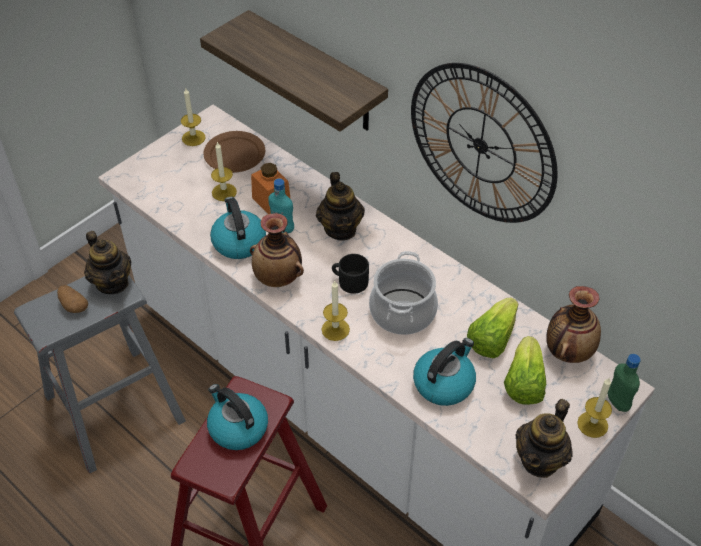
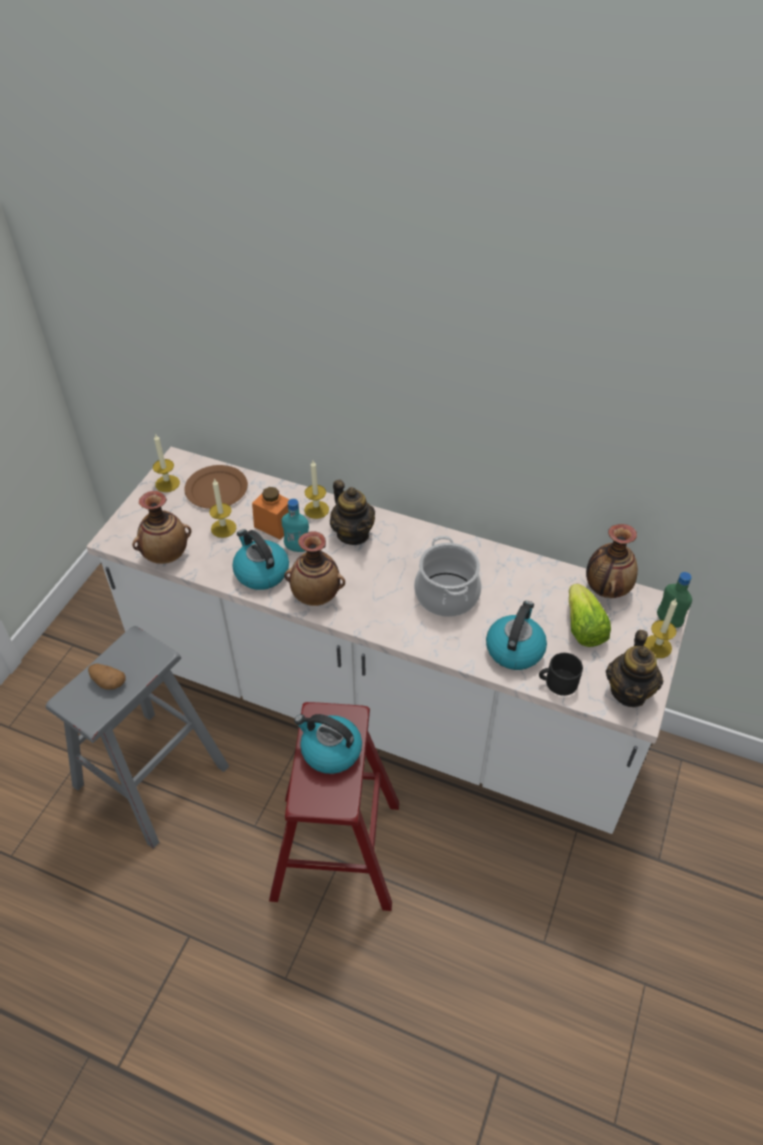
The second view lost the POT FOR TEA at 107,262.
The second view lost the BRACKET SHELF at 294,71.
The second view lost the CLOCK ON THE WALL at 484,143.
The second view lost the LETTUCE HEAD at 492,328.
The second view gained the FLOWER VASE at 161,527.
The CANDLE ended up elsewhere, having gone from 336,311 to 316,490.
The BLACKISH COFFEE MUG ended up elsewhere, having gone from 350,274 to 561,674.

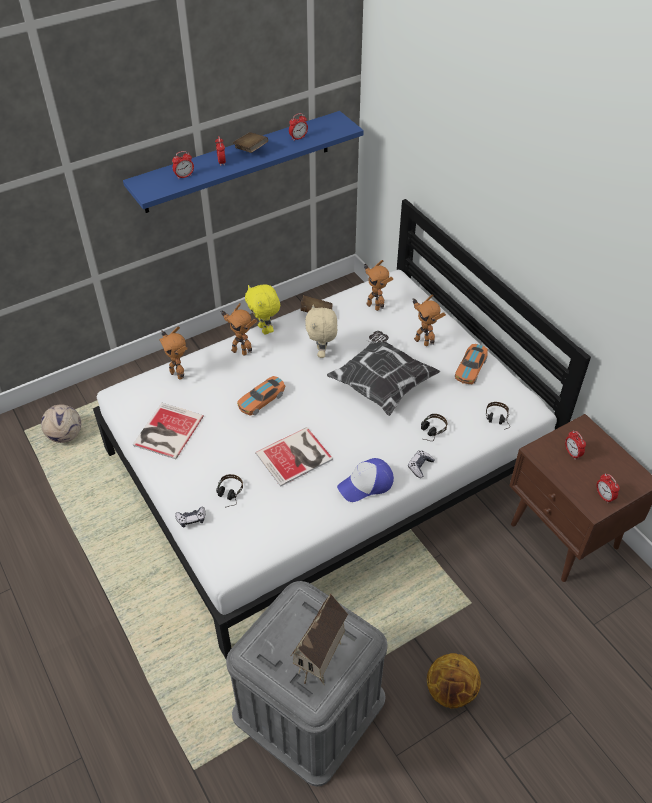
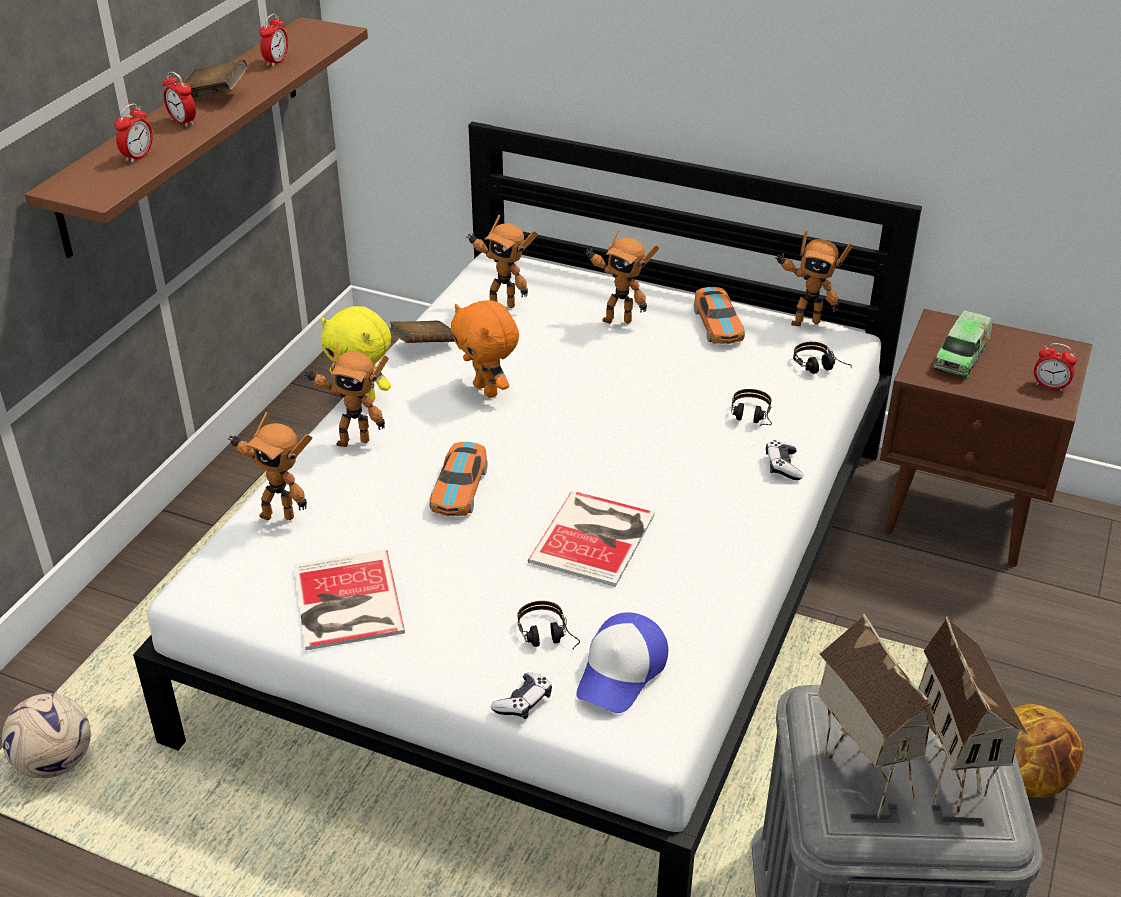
The second view lost the CUSHION at 384,373.
The second view gained the TOY ROBOT at 813,278.
The second view gained the TOY HOUSE at 877,716.
The CAP ended up elsewhere, having gone from 365,480 to 622,662.
Where the BEDSIDE CLOCK stood at 575,444, the TOY TRUCK came to stand at 962,345.
What was the BLUE-COLOURED BRACKET SHELF at 243,162 turned into the BROWN BRACKET SHELF at 196,137.
What was the BEIGE CUDDLY TOY at 321,331 turned into the ORANGEY CUDDLY TOY at 485,349.

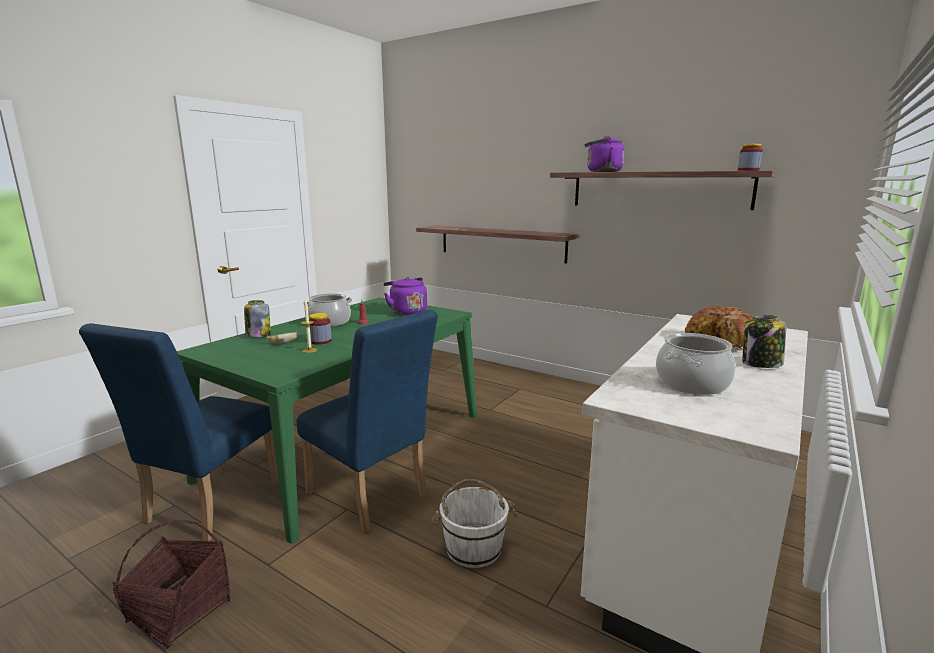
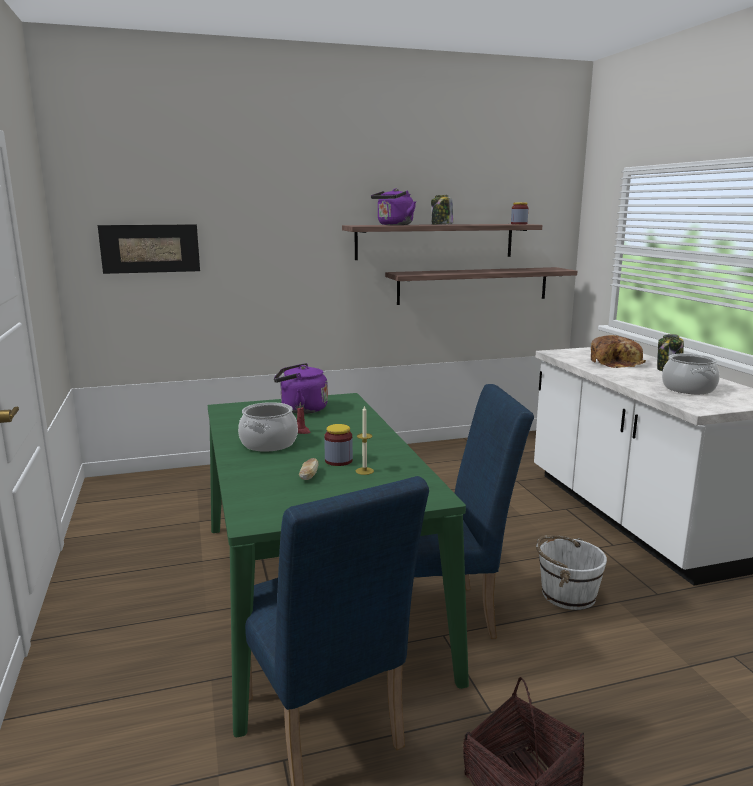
The second view gained the WALL ART at 149,249.
The STORAGE JAR ended up elsewhere, having gone from 257,318 to 442,210.
The BRACKET SHELF ended up elsewhere, having gone from 498,244 to 481,286.

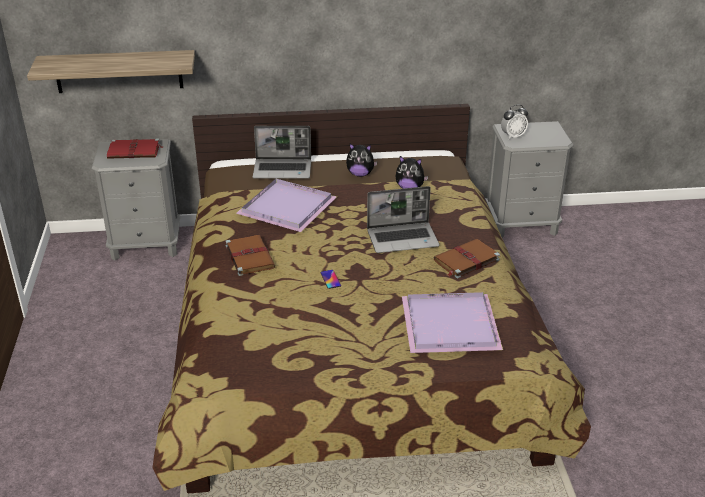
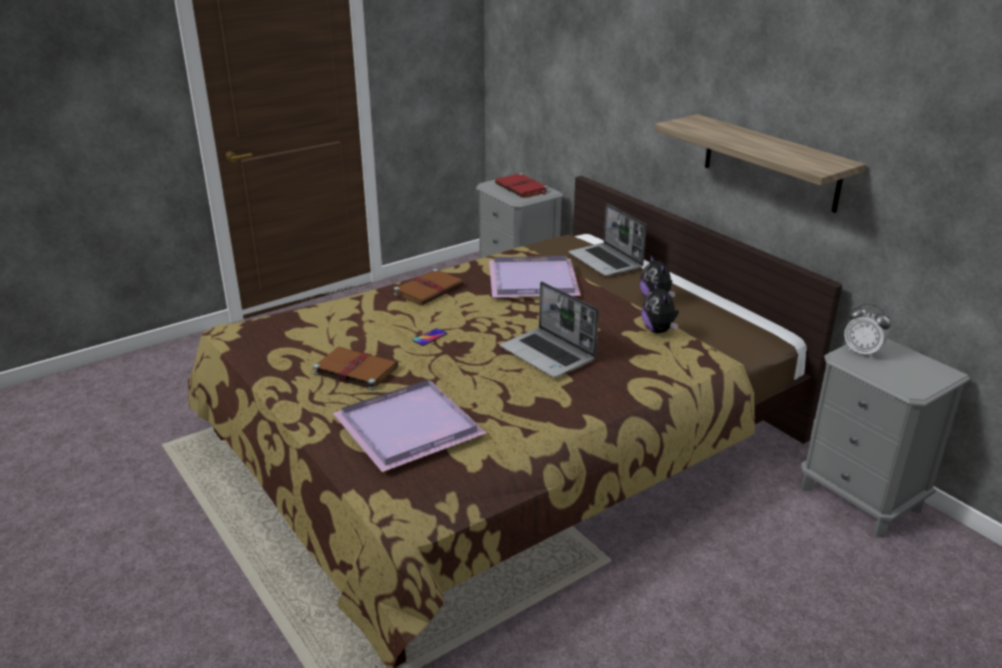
The BRACKET SHELF ended up elsewhere, having gone from 111,71 to 760,163.
The BROWN BOUND BOOK ended up elsewhere, having gone from 466,258 to 355,368.

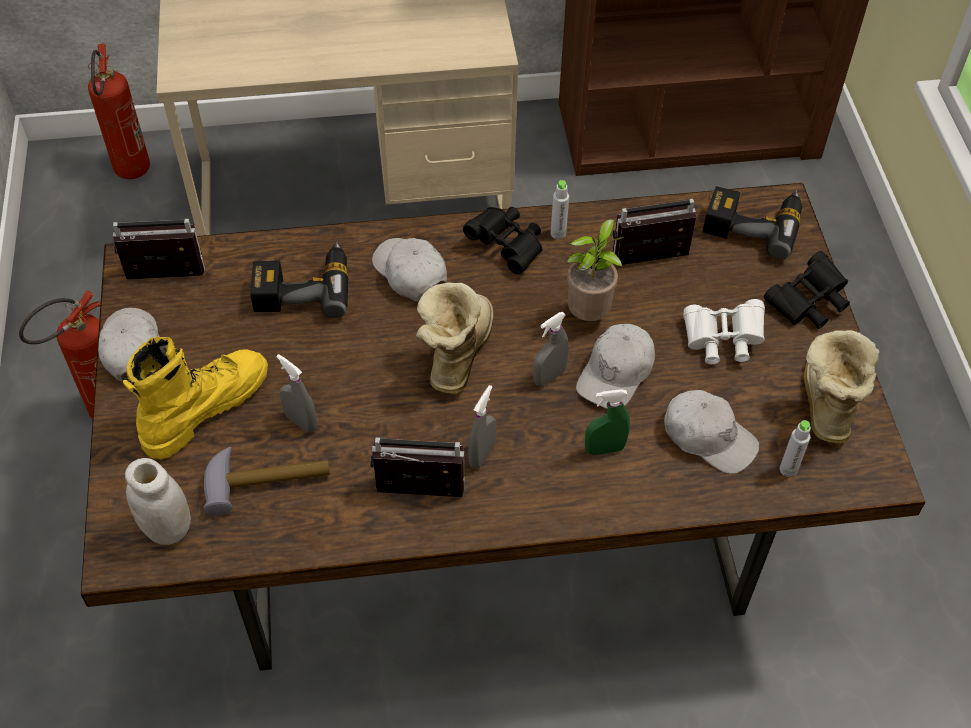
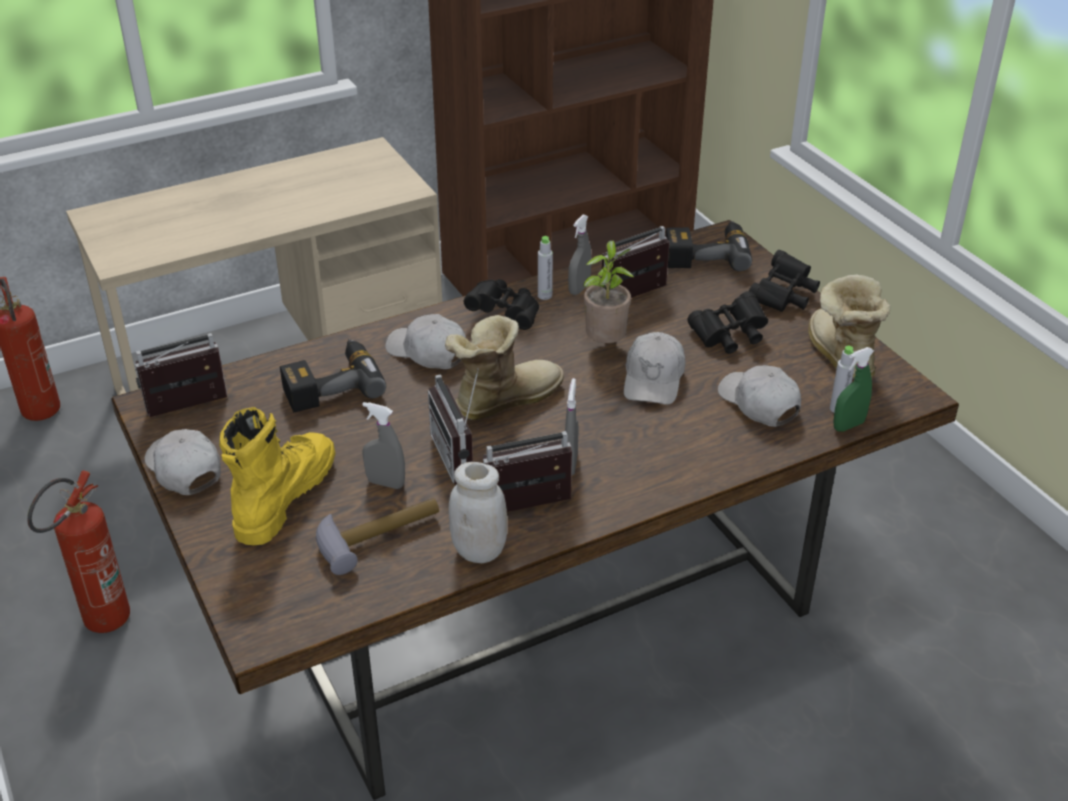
The second view gained the RADIO SET at 453,426.
The WHITE STORAGE JAR ended up elsewhere, having gone from 158,501 to 478,512.
The GRAY SPRAY BOTTLE ended up elsewhere, having gone from 551,349 to 580,255.
The GREEN-COLOURED SPRAY BOTTLE ended up elsewhere, having gone from 607,422 to 853,389.
What was the WHITE PAIR OF BINOCULARS at 724,331 turned into the BLACKISH PAIR OF BINOCULARS at 727,322.
The TALL BOOT at 454,338 ended up facing another way, 60 degrees clockwise from before.
The WHITE CAP at 711,432 ended up facing another way, 135 degrees counterclockwise from before.

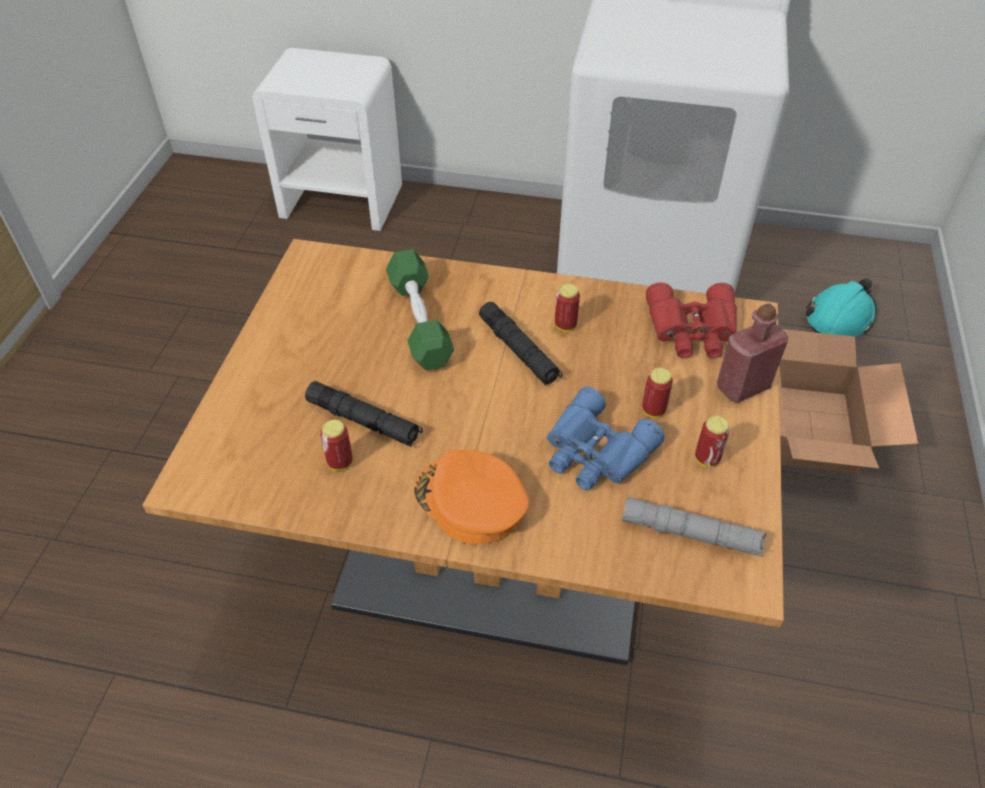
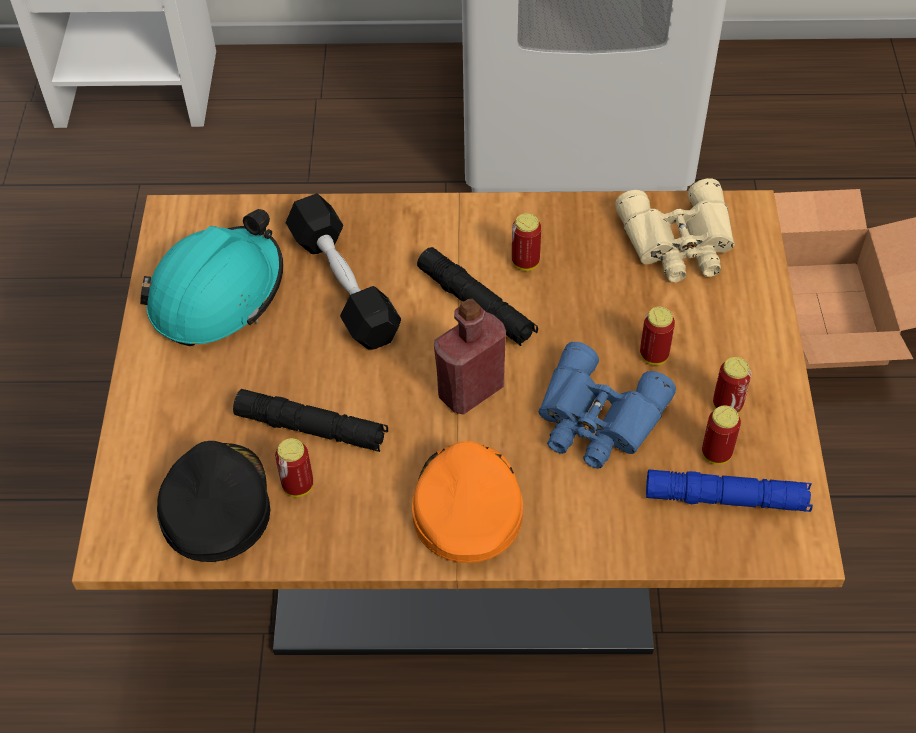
The second view gained the BLACKISH CAP at 213,501.
The second view gained the METAL CAN at 721,435.
The REDDISH BOTTLE ended up elsewhere, having gone from 752,353 to 470,357.
The TURQUOISE-COLOURED SAFETY HELMET ended up elsewhere, having gone from 841,307 to 211,277.
What was the GREEN-COLOURED HAND WEIGHT at 420,309 turned into the BLACKISH HAND WEIGHT at 343,271.
What was the GRAY HAND TORCH at 694,527 turned into the BLUE-COLOURED HAND TORCH at 729,491.
What was the REDDISH PAIR OF BINOCULARS at 691,320 turned into the BEIGE PAIR OF BINOCULARS at 675,230.
The ORANGEY CAP at 471,497 ended up facing another way, 60 degrees clockwise from before.

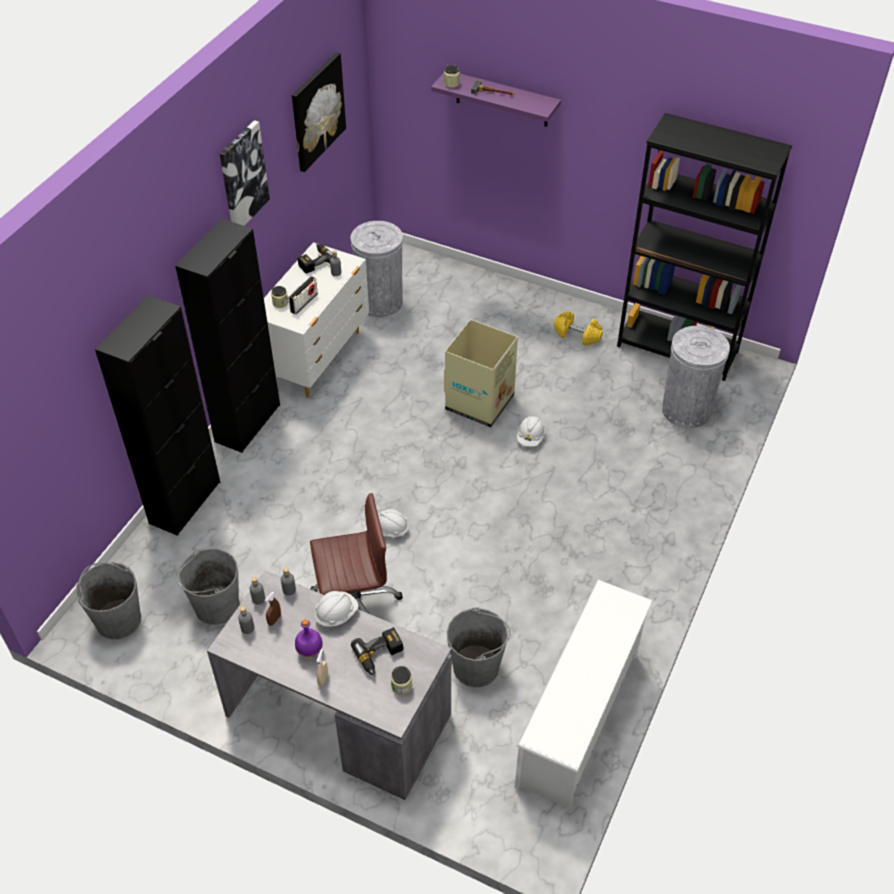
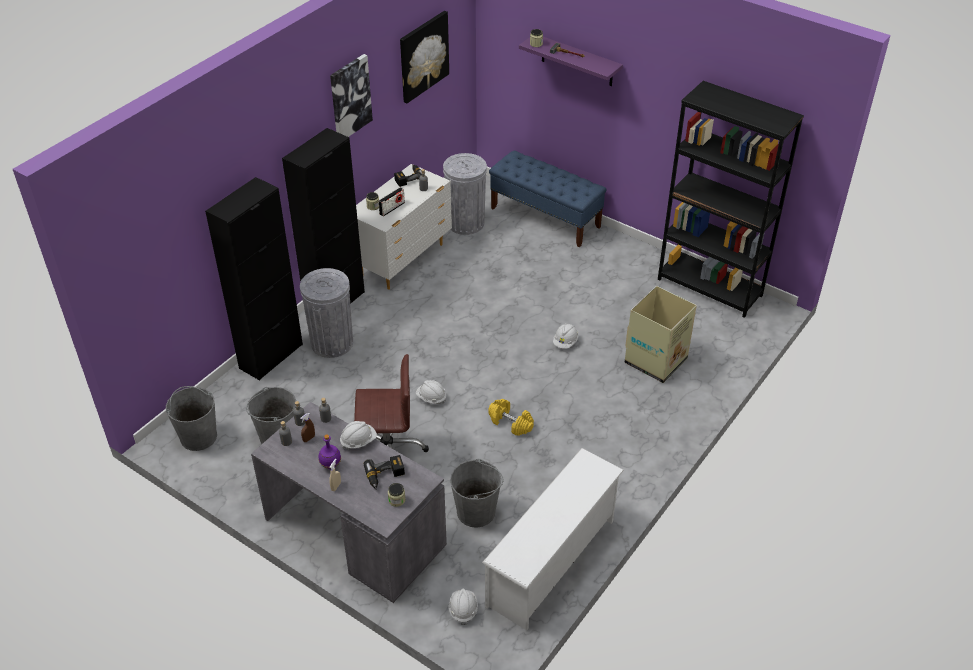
The second view gained the WHITE SAFETY HELMET at 463,607.
The second view gained the BLUE-COLOURED INDOOR BENCH at 548,198.
The CARDBOARD BOX ended up elsewhere, having gone from 481,373 to 661,334.
The YELLOW HAND WEIGHT ended up elsewhere, having gone from 578,328 to 511,417.
The GRAY RUBBISH BIN ended up elsewhere, having gone from 696,377 to 326,313.

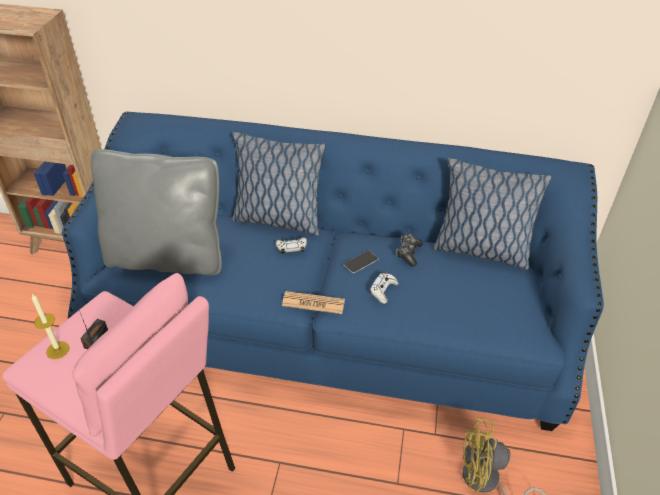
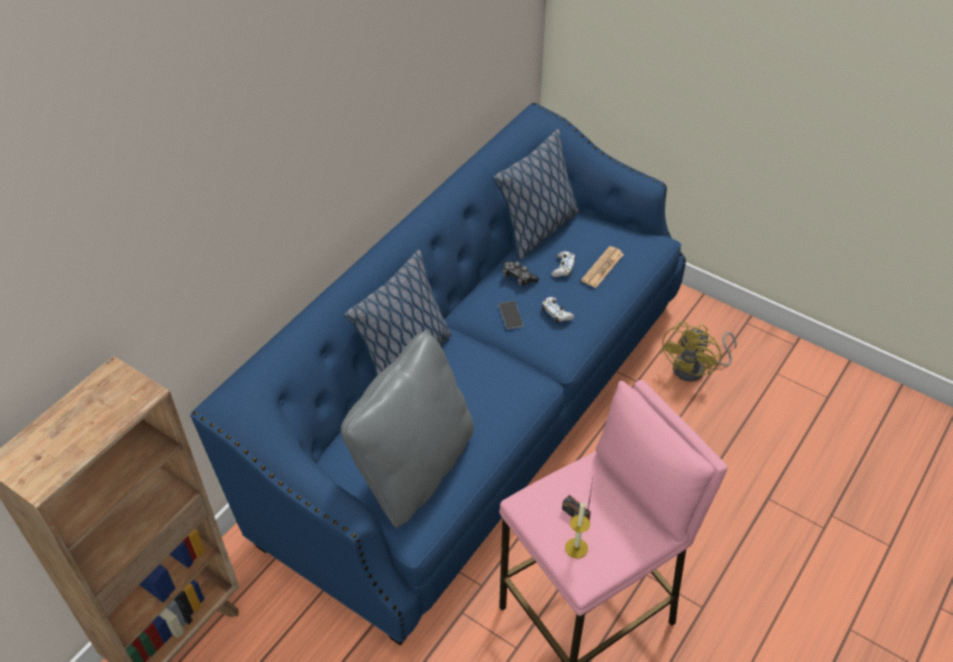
The WHITE JOYPAD ended up elsewhere, having gone from 291,245 to 563,264.
The PRINTED PAPER ended up elsewhere, having gone from 313,302 to 602,267.

